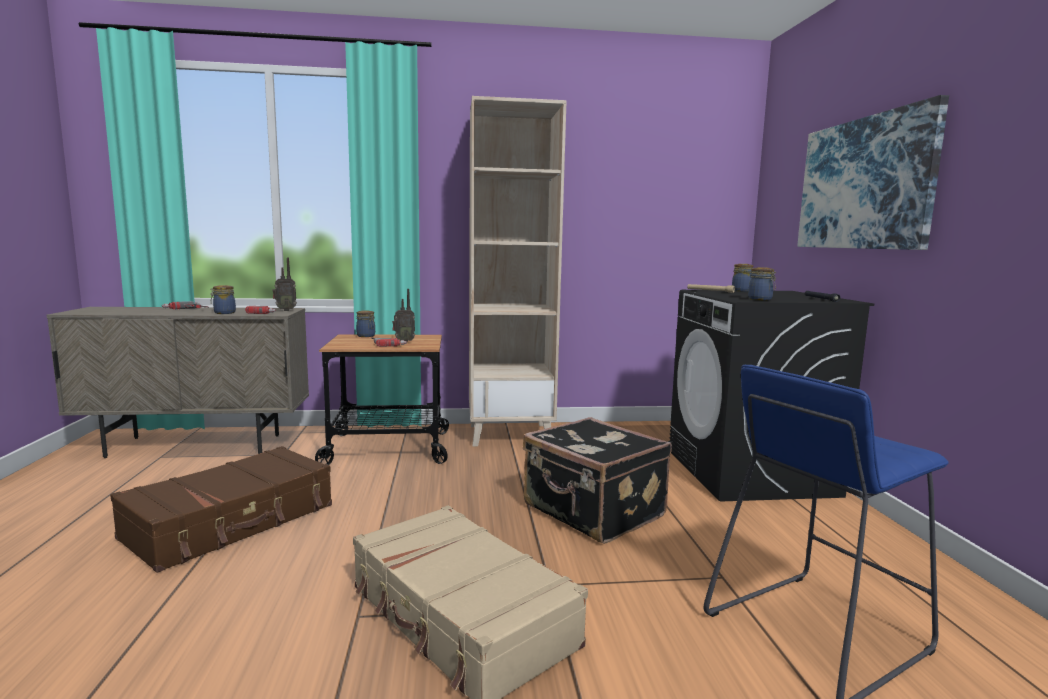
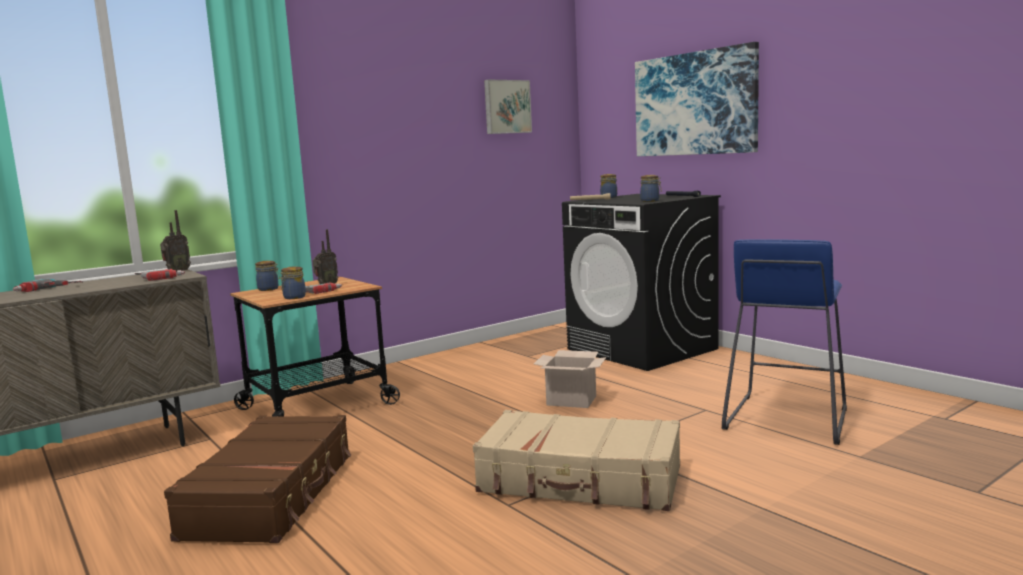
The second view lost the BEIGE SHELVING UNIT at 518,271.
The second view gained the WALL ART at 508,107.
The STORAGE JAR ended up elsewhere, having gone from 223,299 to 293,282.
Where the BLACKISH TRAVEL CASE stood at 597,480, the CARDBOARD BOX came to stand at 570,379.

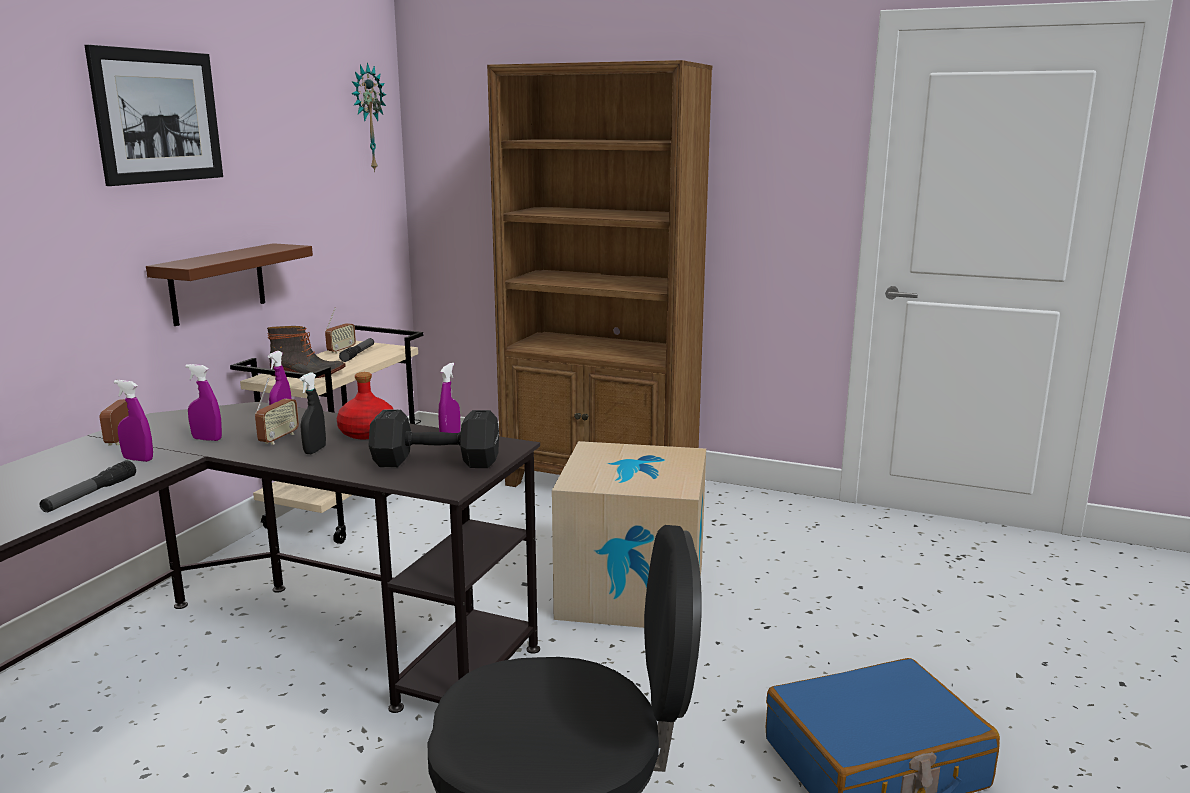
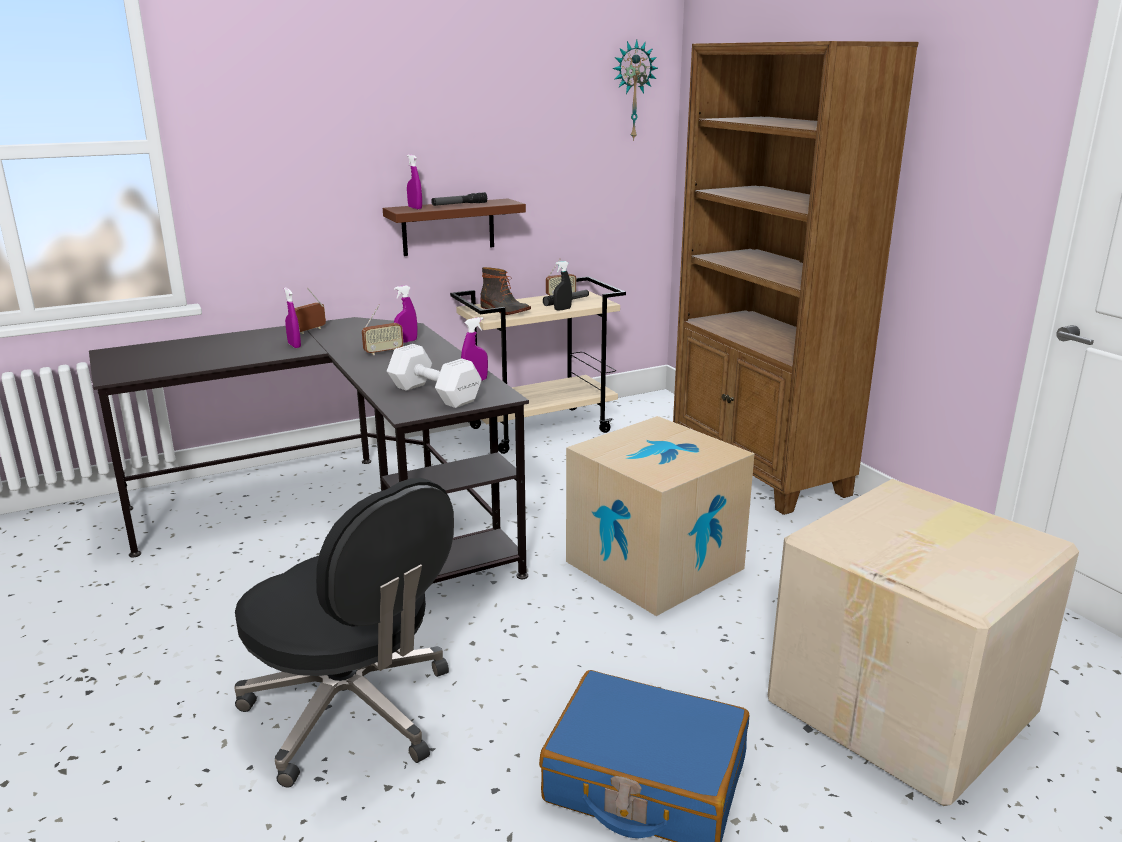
The second view lost the WALL ART at 153,115.
The second view lost the REDDISH BOTTLE at 365,405.
The second view gained the CARDBOARD BOX at 923,642.
The HAND TORCH ended up elsewhere, having gone from 87,486 to 459,199.
The PURPLE-COLOURED SPRAY BOTTLE ended up elsewhere, having gone from 203,402 to 414,181.
The BLACKISH SPRAY BOTTLE ended up elsewhere, having gone from 313,413 to 562,286.
What was the BLACKISH HAND WEIGHT at 434,438 turned into the WHITE HAND WEIGHT at 434,376.

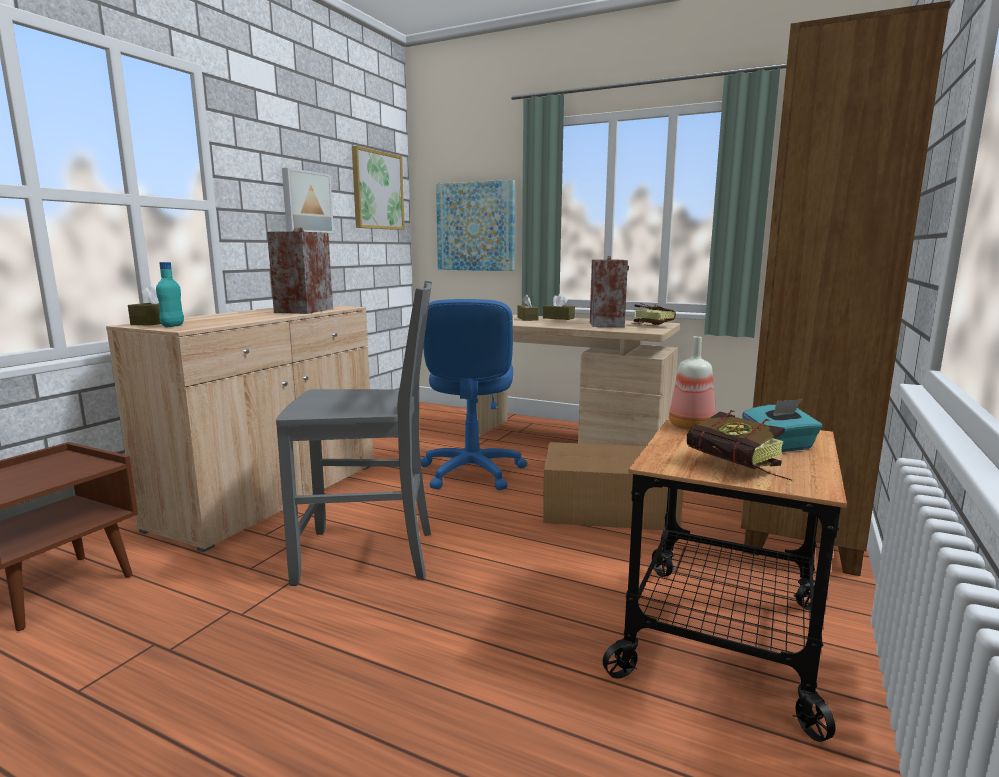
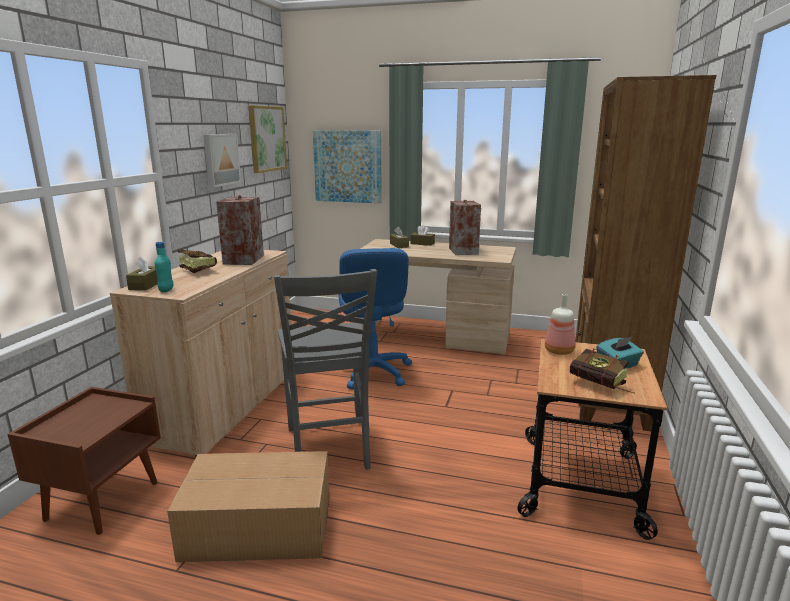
The CARDBOARD BOX ended up elsewhere, having gone from 613,486 to 248,506.
The BOUND BOOK ended up elsewhere, having gone from 654,314 to 197,261.
The GRAY CHAIR at 354,433 ended up facing another way, 90 degrees clockwise from before.

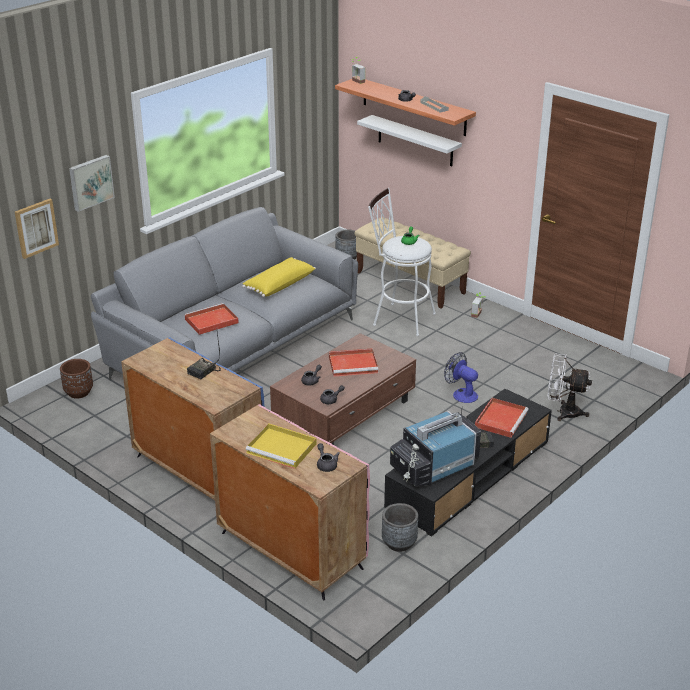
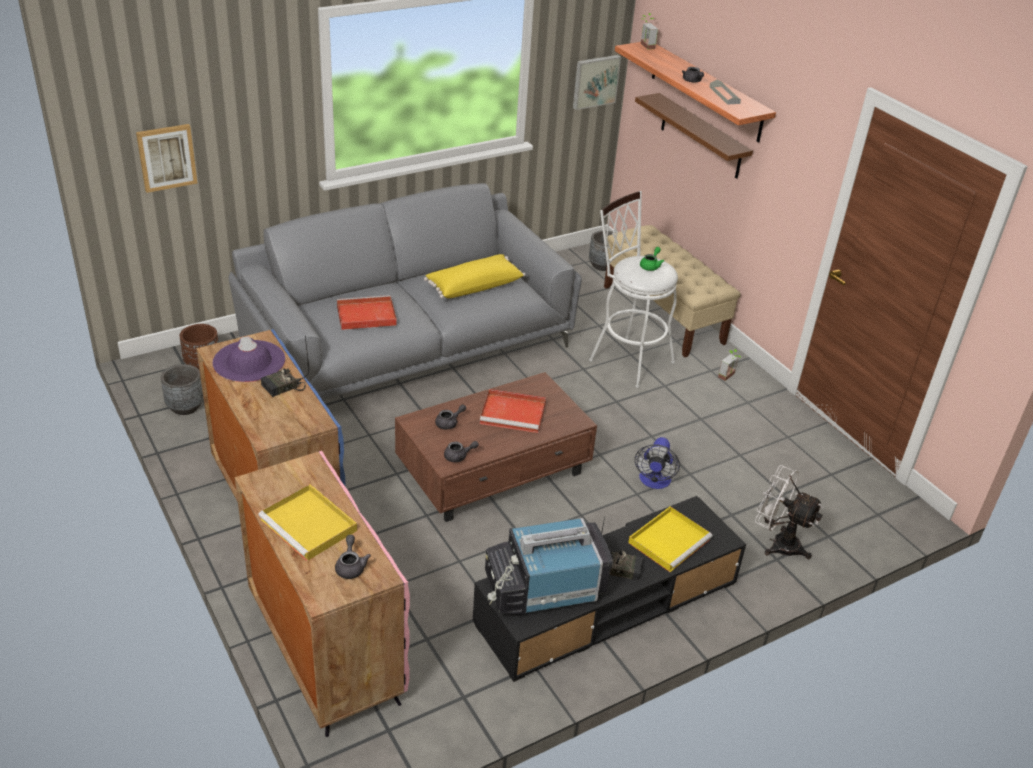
The second view gained the PURPLE-COLOURED CLOTHING HAT at 249,359.
The WALL ART ended up elsewhere, having gone from 92,183 to 597,82.
The GRAY FLOWER POT ended up elsewhere, having gone from 400,527 to 182,389.
What was the WHITE BRACKET SHELF at 409,140 turned into the BROWN BRACKET SHELF at 694,136.
What was the REDDISH SERVING TRAY at 502,418 turned into the YELLOW SERVING TRAY at 670,539.
The ELECTRIC FAN at 461,377 ended up facing another way, 135 degrees counterclockwise from before.

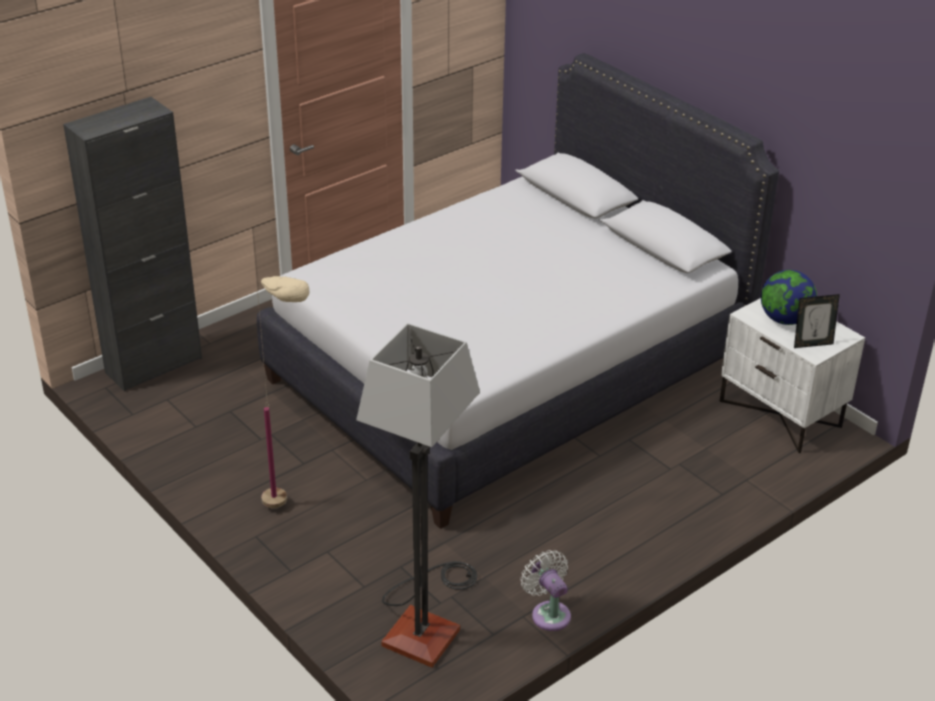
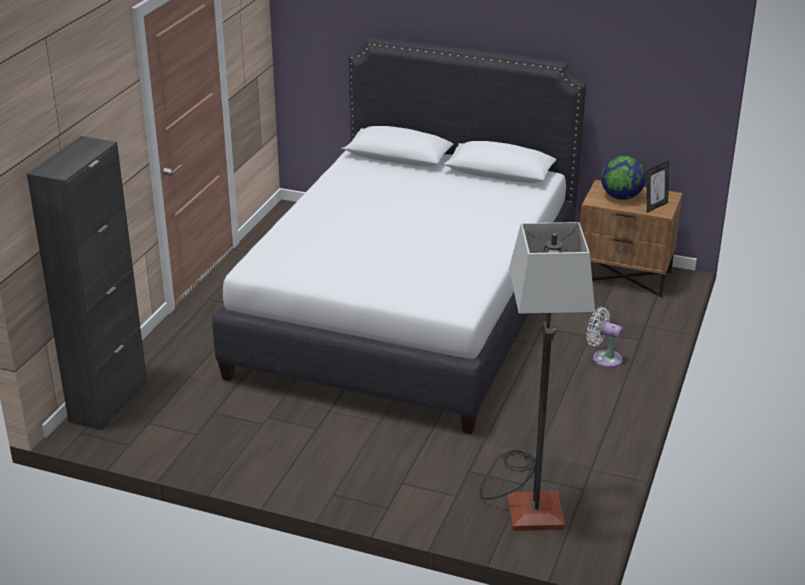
The second view lost the BEIGE FLOOR LAMP at 282,392.
The WHITE ELECTRIC FAN ended up elsewhere, having gone from 546,590 to 604,337.
What was the WHITE NIGHTSTAND at 792,375 turned into the BROWN NIGHTSTAND at 631,238.

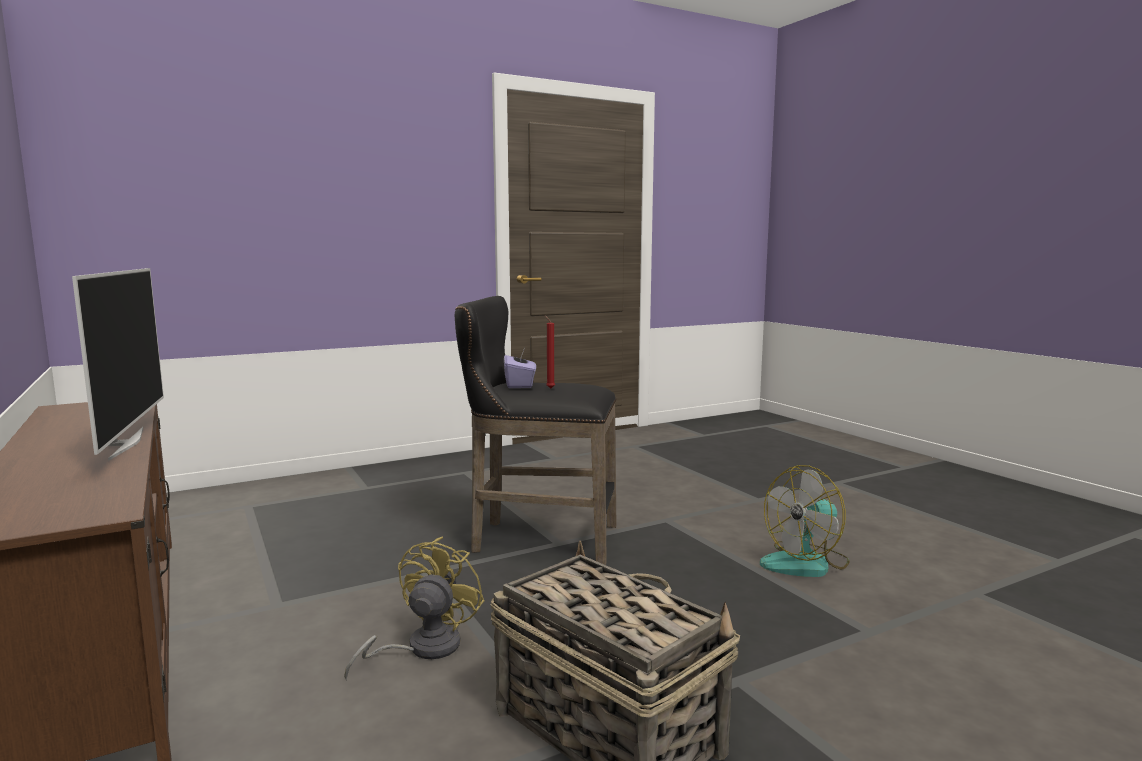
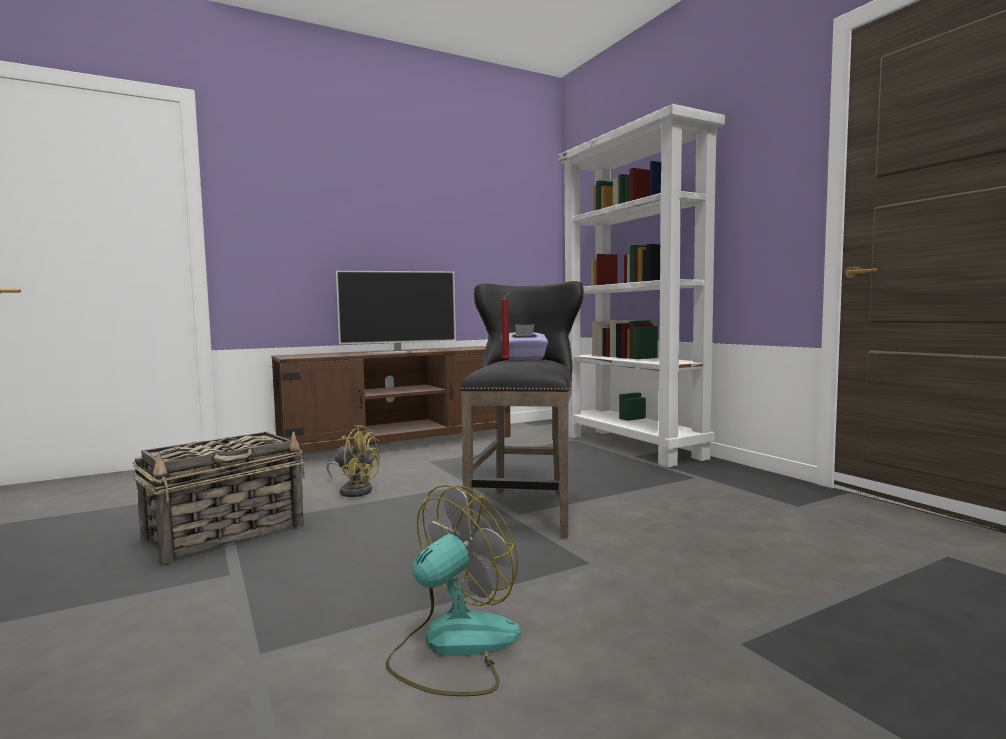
The second view gained the WHITE SHELVING UNIT at 641,285.
The ELECTRIC FAN at 804,521 ended up facing another way, 75 degrees clockwise from before.

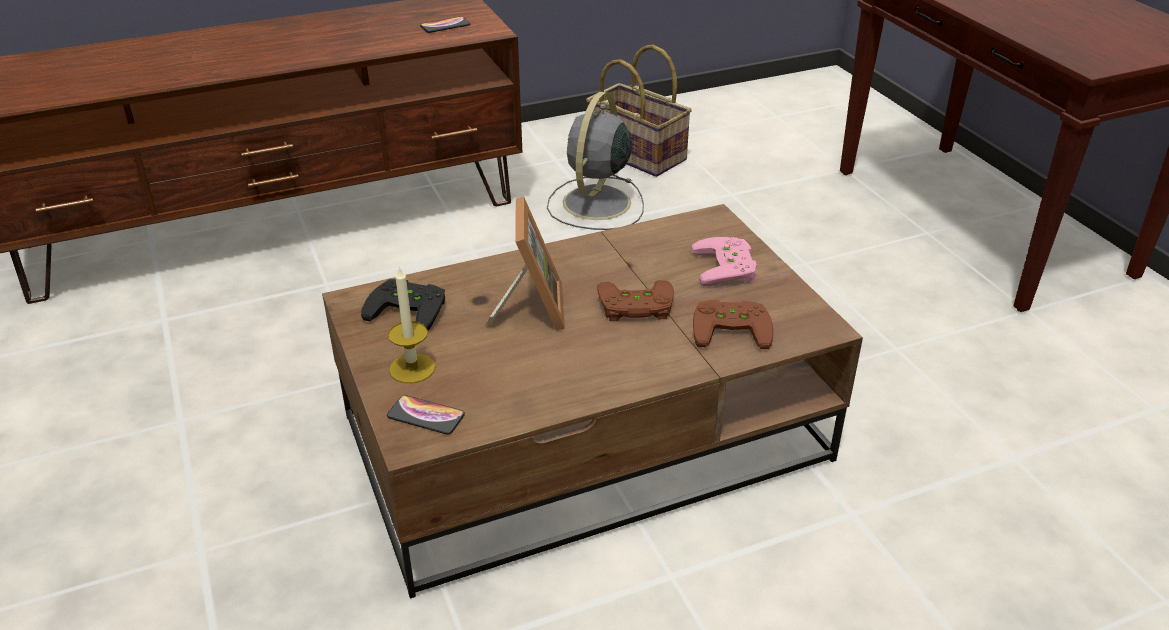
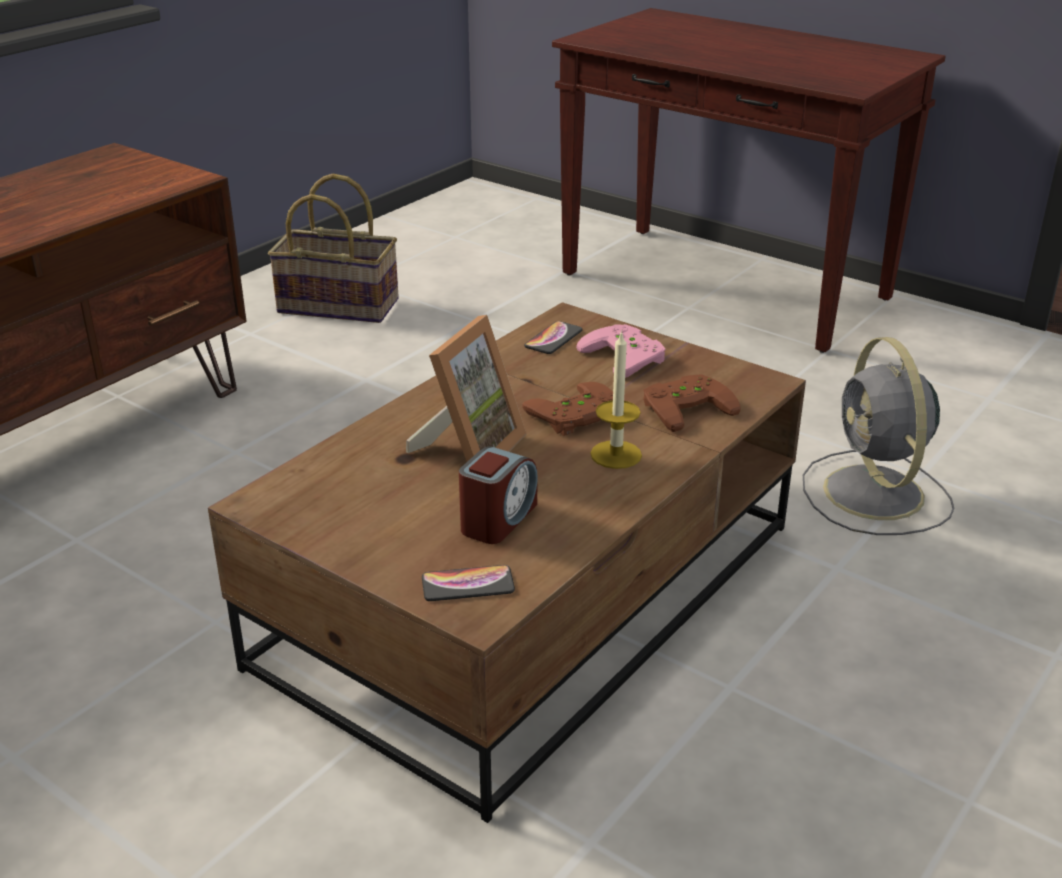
The second view lost the BLACKISH JOYPAD at 403,304.
The second view gained the BEDSIDE CLOCK at 498,495.
The CANDLE ended up elsewhere, having gone from 411,324 to 616,399.
The HANDSET ended up elsewhere, having gone from 445,24 to 553,337.
The GRAY ELECTRIC FAN ended up elsewhere, having gone from 595,161 to 878,436.
The PICTURE FRAME at 525,263 ended up facing another way, 60 degrees clockwise from before.

